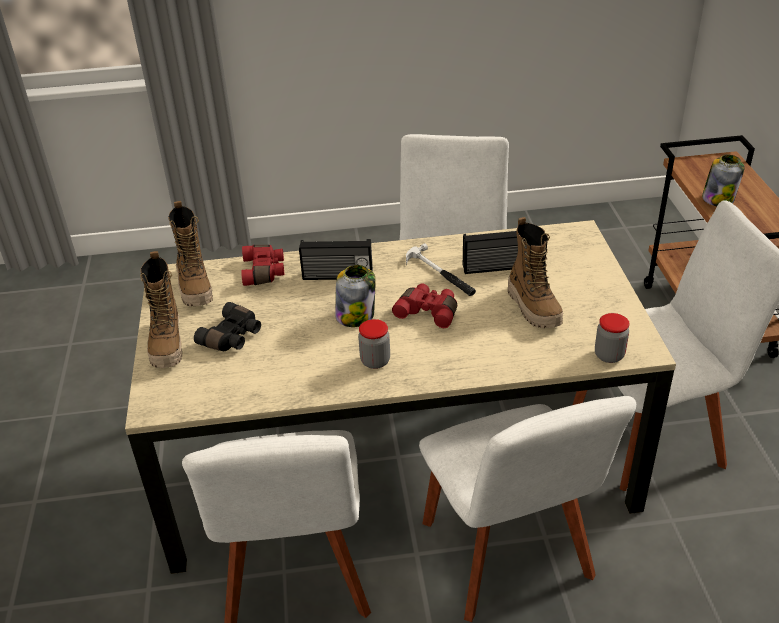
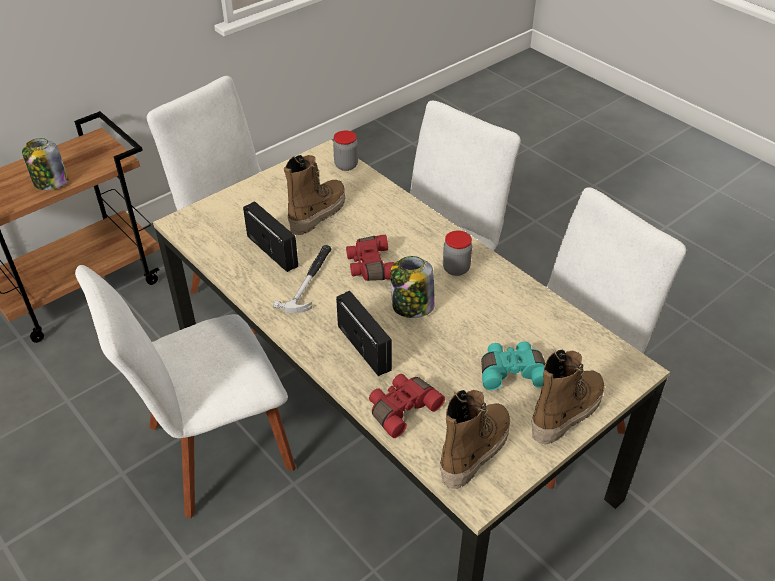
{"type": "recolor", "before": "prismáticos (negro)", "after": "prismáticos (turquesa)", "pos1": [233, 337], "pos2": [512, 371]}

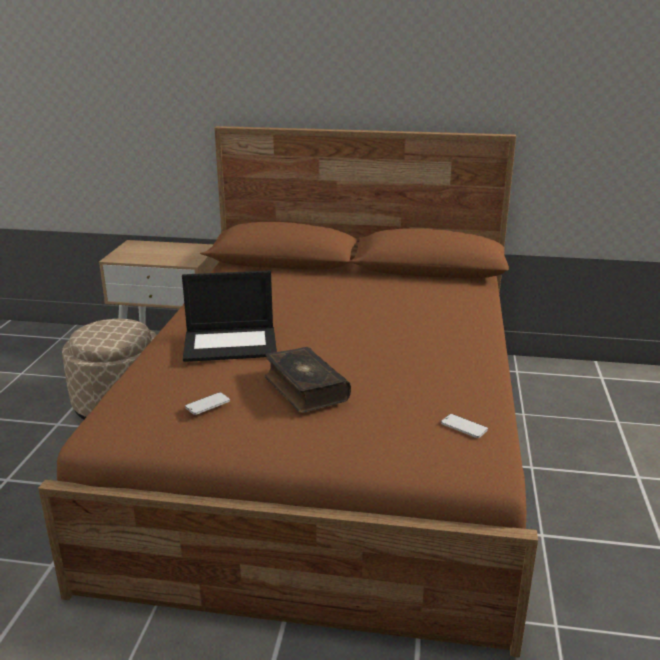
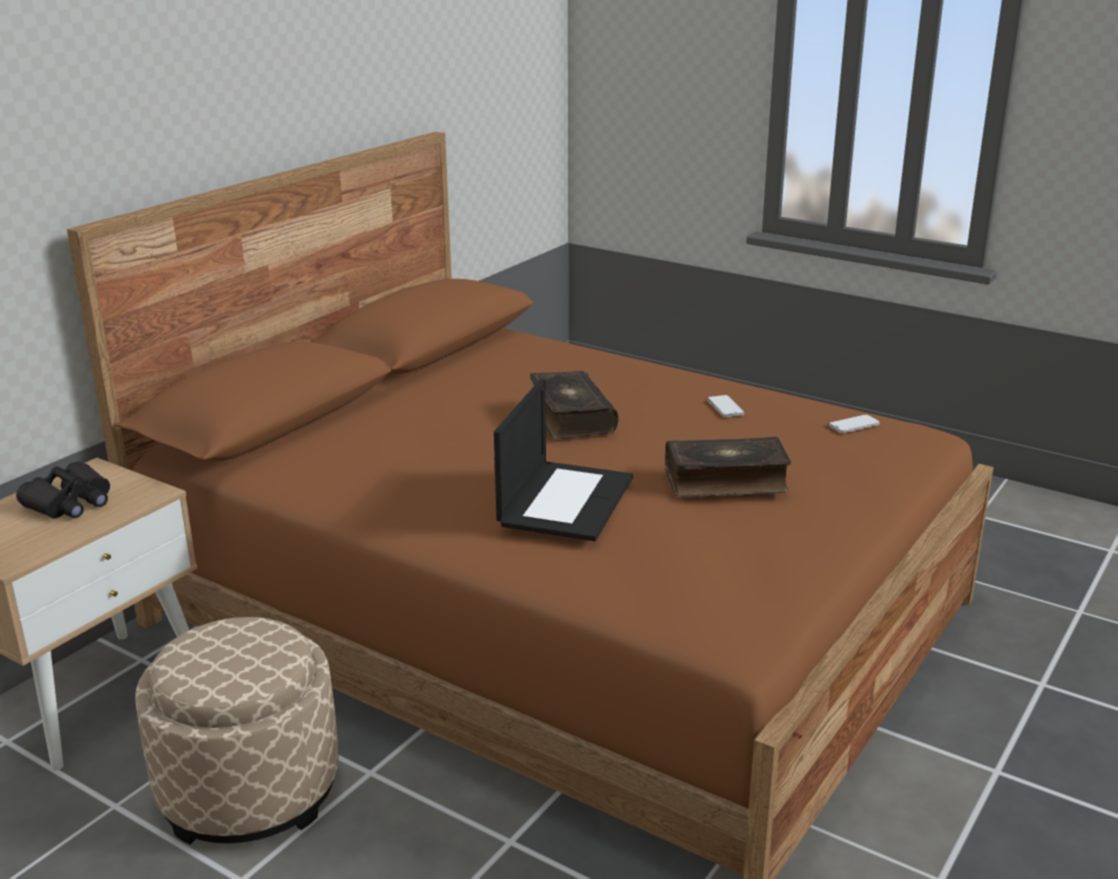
{"type": "insert", "after": "prismáticos (negro)", "pos2": [70, 503]}
{"type": "insert", "after": "libro", "pos2": [569, 417]}
{"type": "move", "before": "móvil", "pos1": [207, 405], "pos2": [725, 407]}

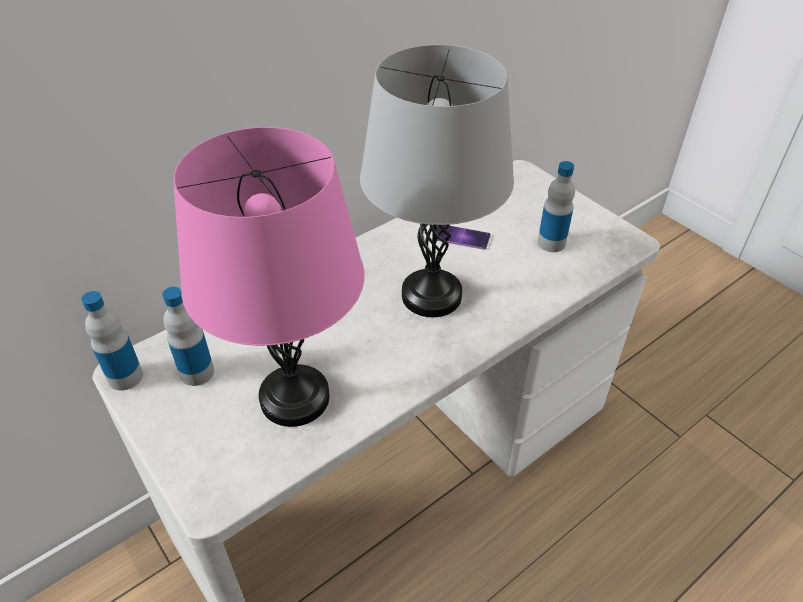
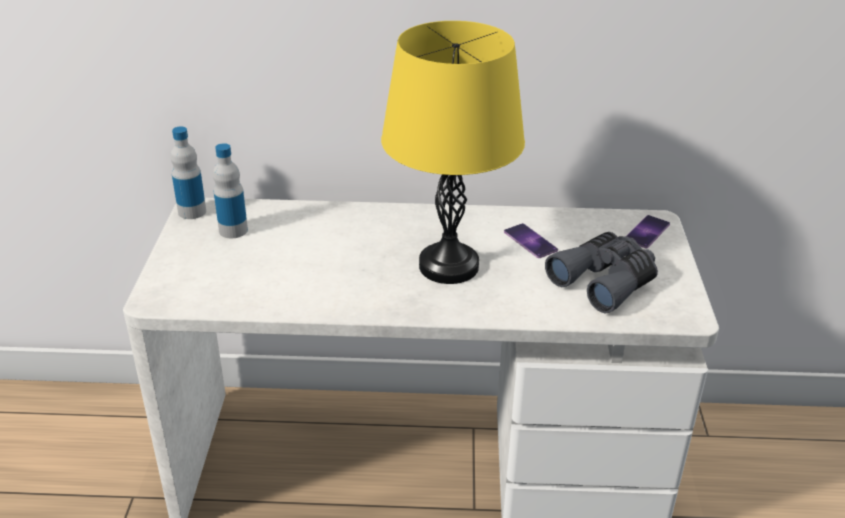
{"type": "delete", "before": "lámpara de mesa (rosa)", "pos1": [295, 398]}
{"type": "insert", "after": "móvil", "pos2": [647, 232]}
{"type": "replace", "before": "botella", "after": "prismáticos (gris)", "pos1": [551, 243], "pos2": [605, 281]}
{"type": "recolor", "before": "lámpara de mesa (gris)", "after": "lámpara de mesa (amarillo)", "pos1": [431, 296], "pos2": [448, 266]}

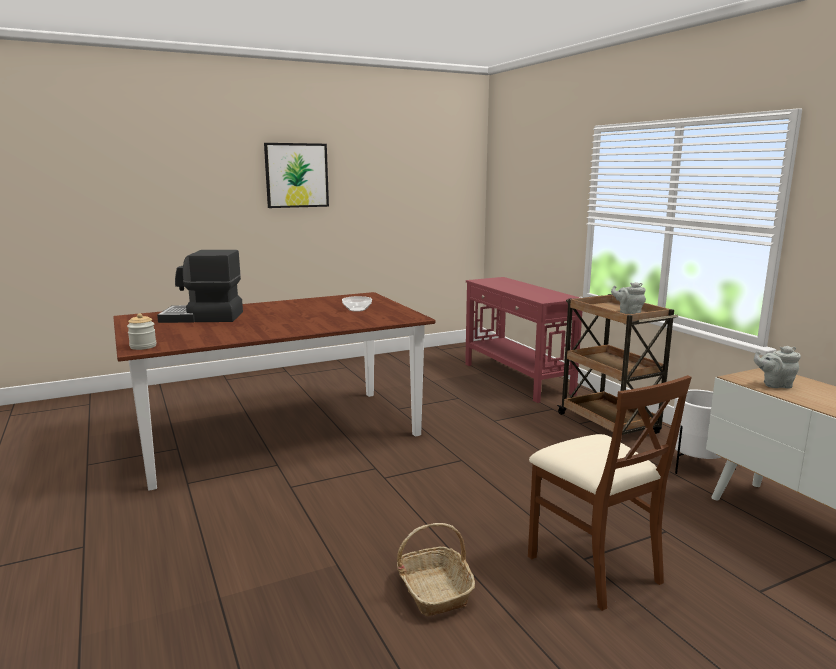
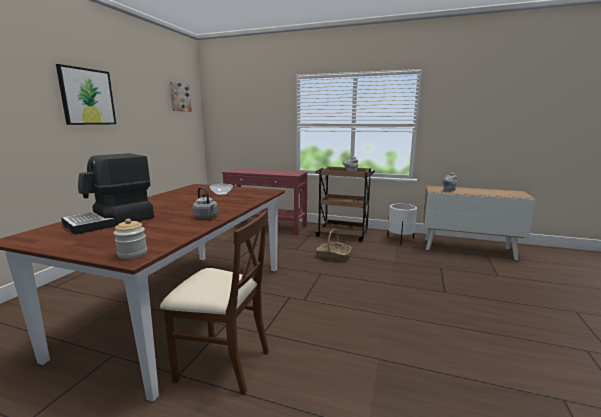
{"type": "insert", "after": "cuadro", "pos2": [179, 97]}
{"type": "insert", "after": "hervidor (gris)", "pos2": [206, 217]}
{"type": "move", "before": "cesta", "pos1": [434, 590], "pos2": [333, 256]}
{"type": "move", "before": "silla (marrón)", "pos1": [593, 567], "pos2": [223, 364]}

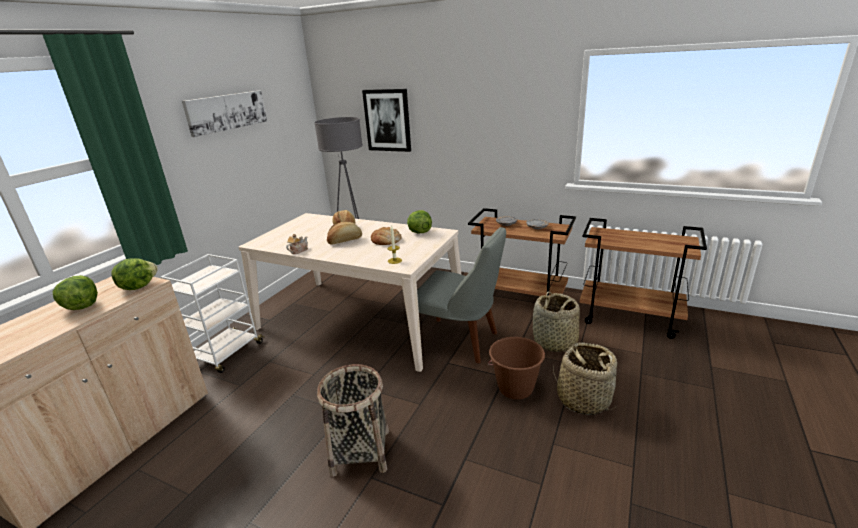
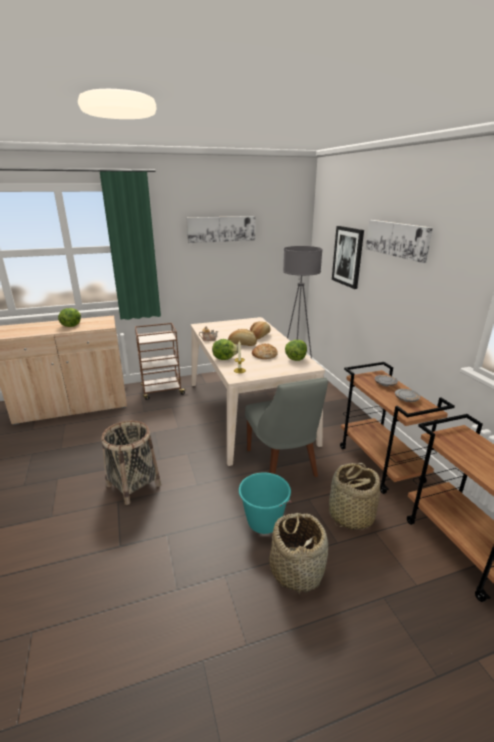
{"type": "insert", "after": "cuadro", "pos2": [397, 239]}
{"type": "move", "before": "lechuga", "pos1": [138, 286], "pos2": [224, 358]}
{"type": "recolor", "before": "carrito (blanco)", "after": "carrito (marrón)", "pos1": [226, 354], "pos2": [162, 391]}
{"type": "recolor", "before": "cubo (marrón)", "after": "cubo (turquesa)", "pos1": [515, 389], "pos2": [263, 522]}

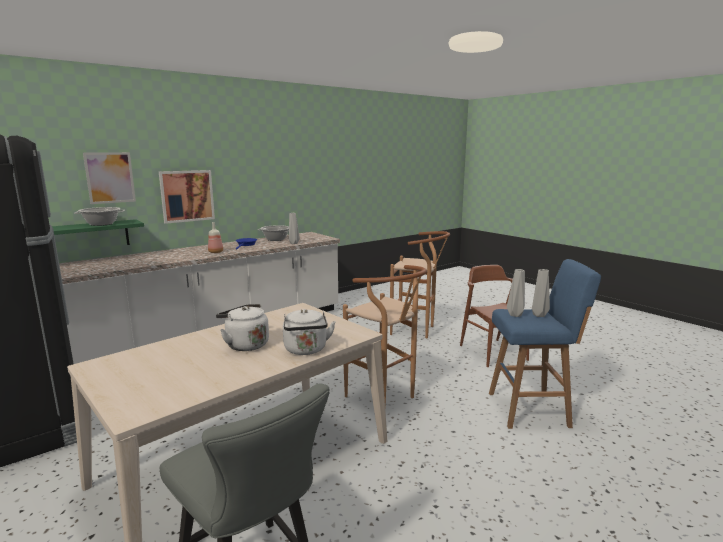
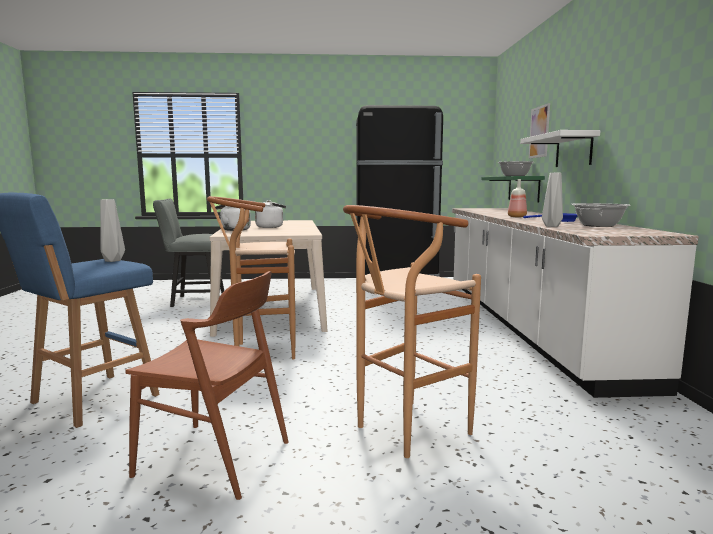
{"type": "delete", "before": "florero (gris)", "pos1": [538, 315]}
{"type": "replace", "before": "cuadro", "after": "estante (blanco)", "pos1": [187, 196], "pos2": [573, 150]}

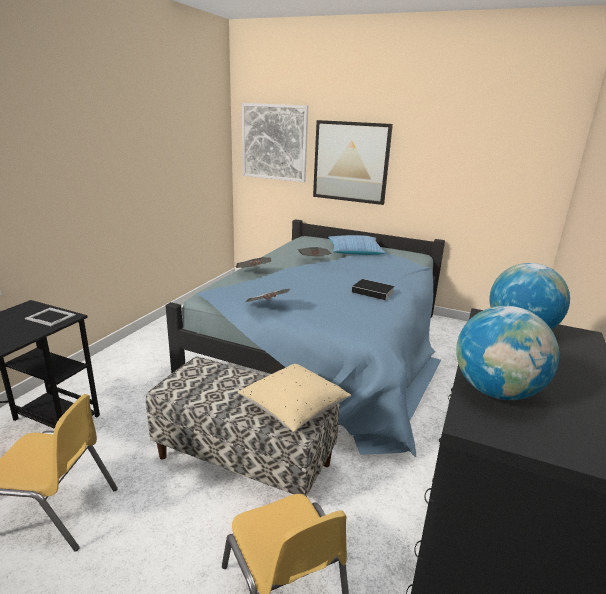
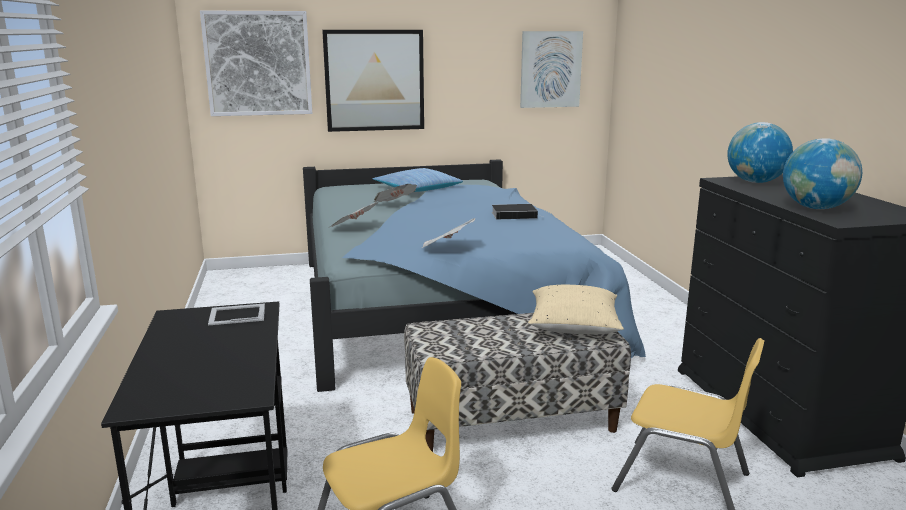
{"type": "insert", "after": "cuadro", "pos2": [550, 69]}

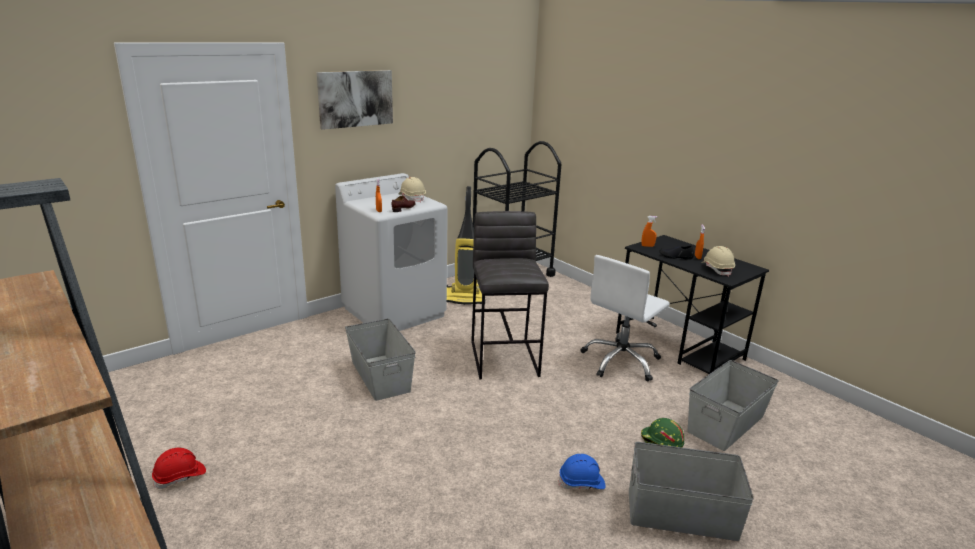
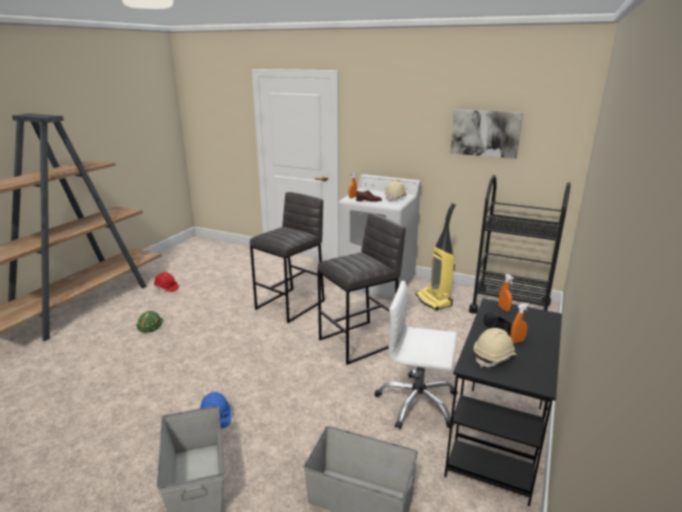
{"type": "move", "before": "cuadro", "pos1": [355, 98], "pos2": [485, 133]}
{"type": "move", "before": "casco (verde)", "pos1": [661, 441], "pos2": [150, 325]}
{"type": "replace", "before": "caja de almacenaje (gris)", "after": "taburete (gris)", "pos1": [381, 376], "pos2": [291, 304]}

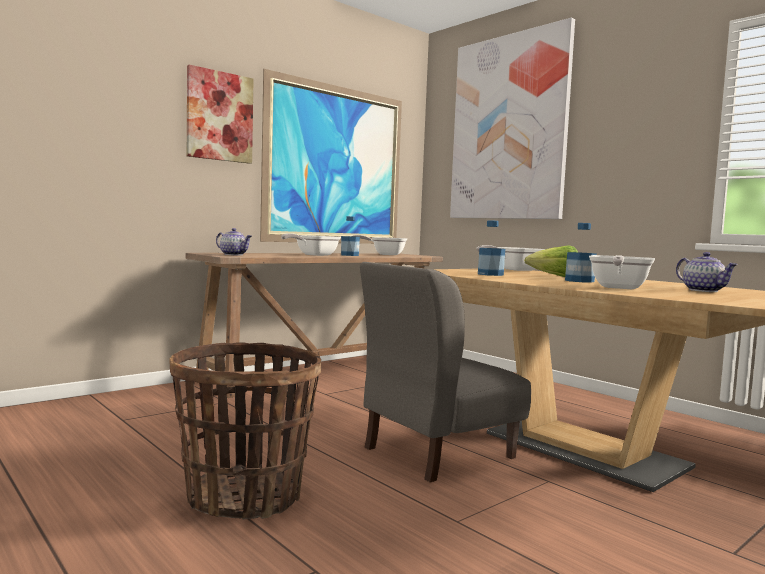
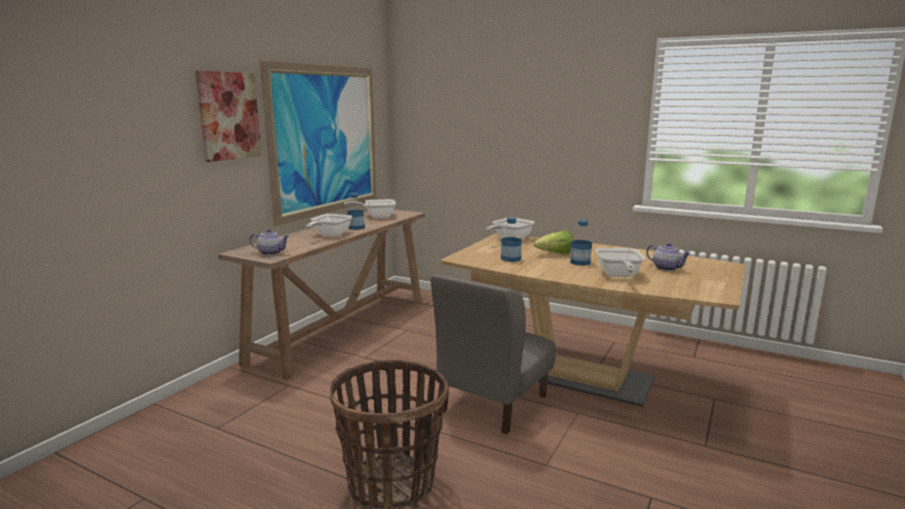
{"type": "delete", "before": "cuadro", "pos1": [508, 128]}

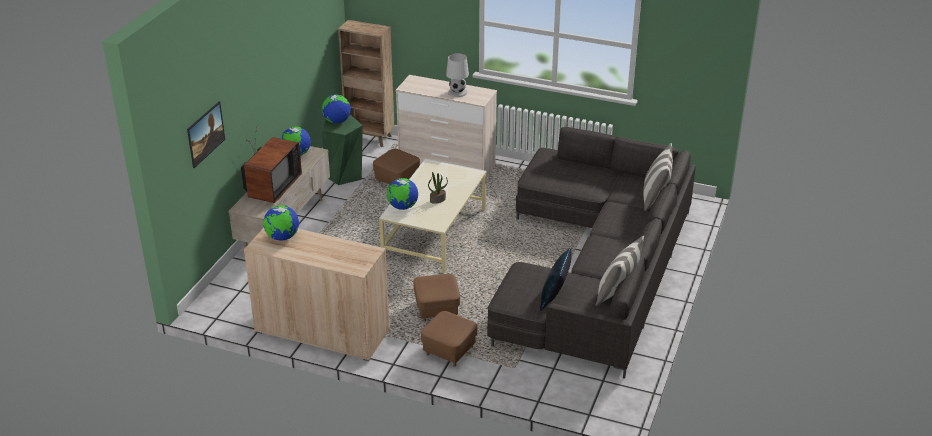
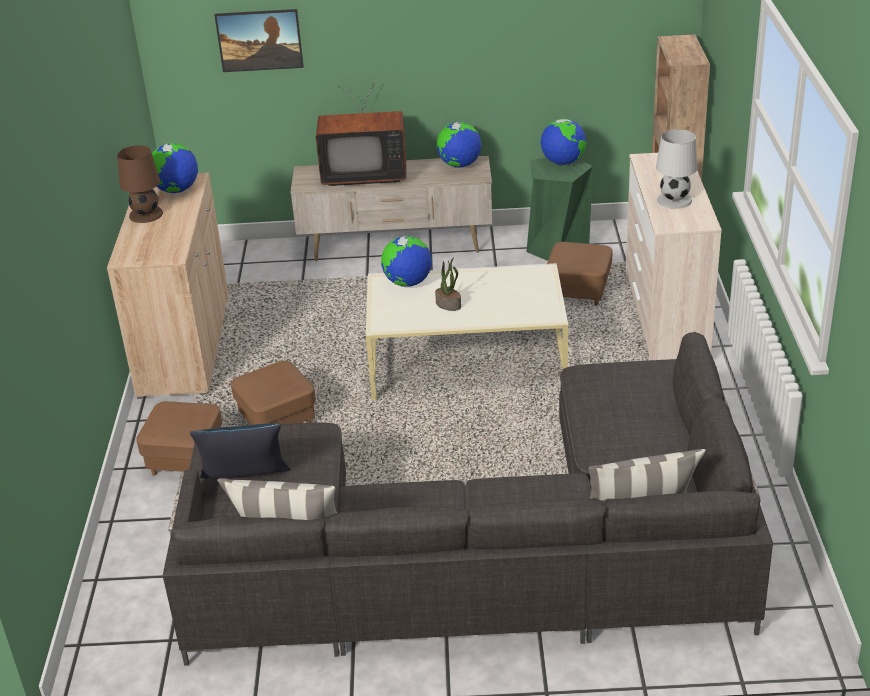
{"type": "insert", "after": "lámpara de mesa (marrón)", "pos2": [145, 214]}

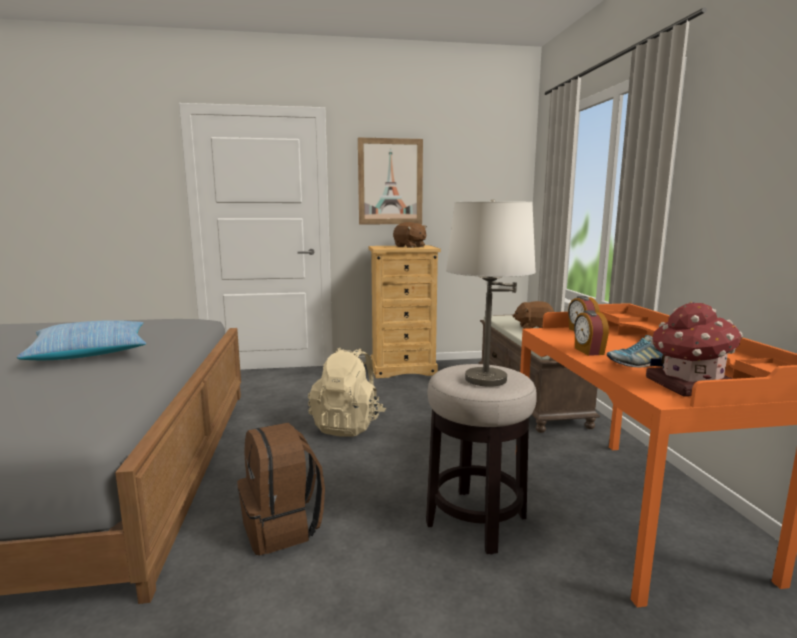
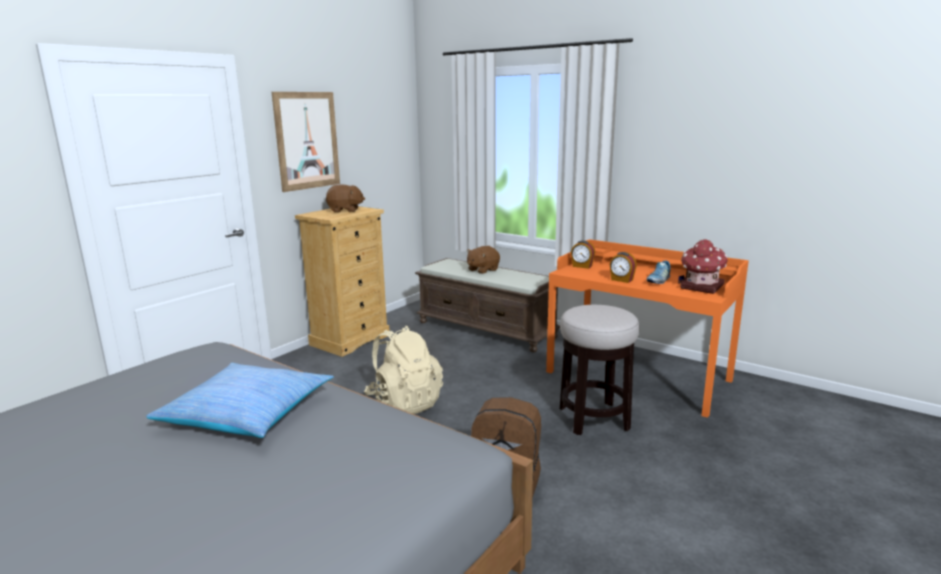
{"type": "delete", "before": "lámpara de mesa (blanco)", "pos1": [485, 379]}

